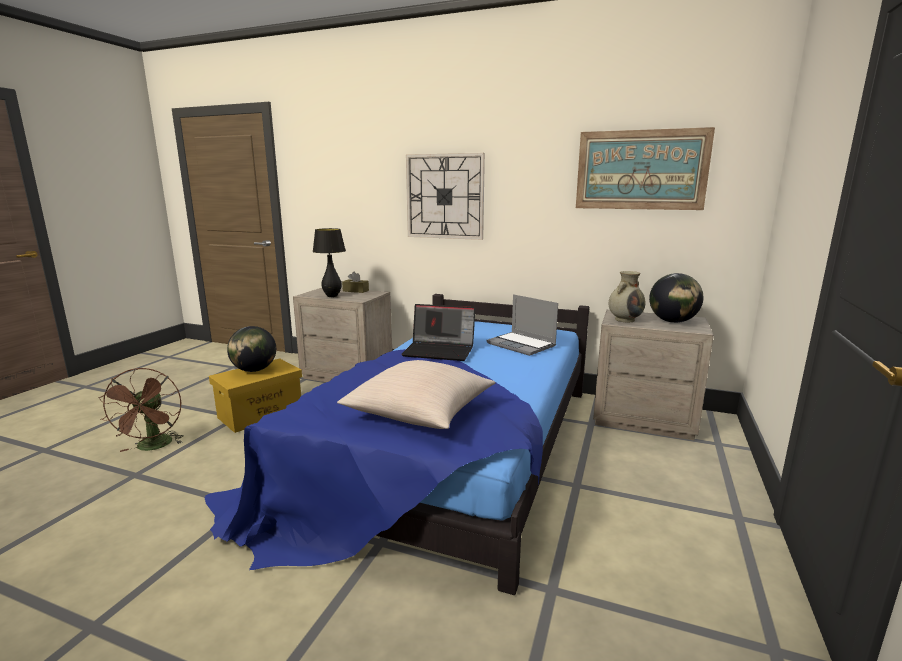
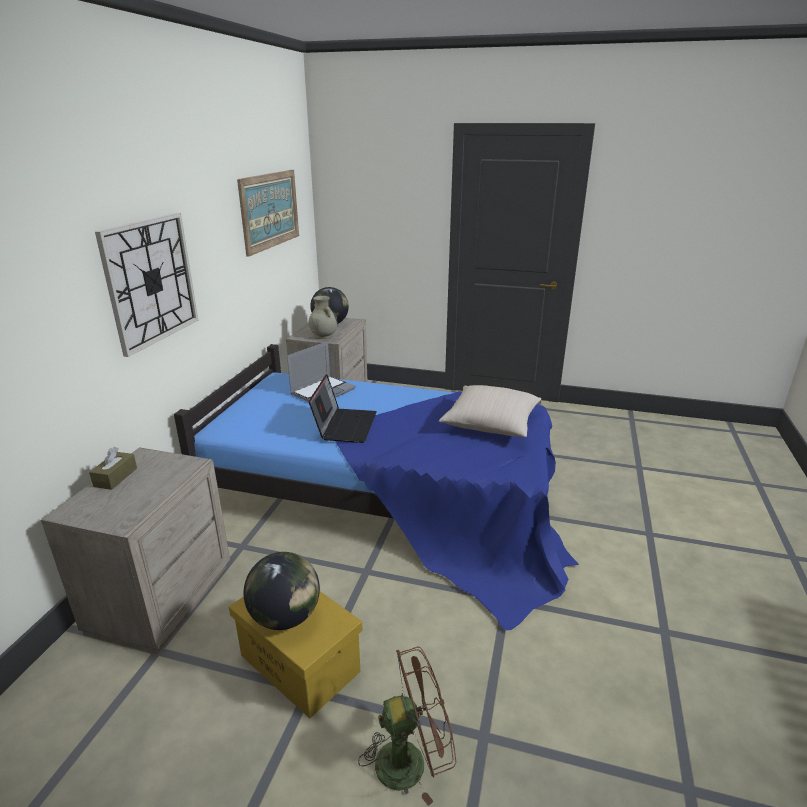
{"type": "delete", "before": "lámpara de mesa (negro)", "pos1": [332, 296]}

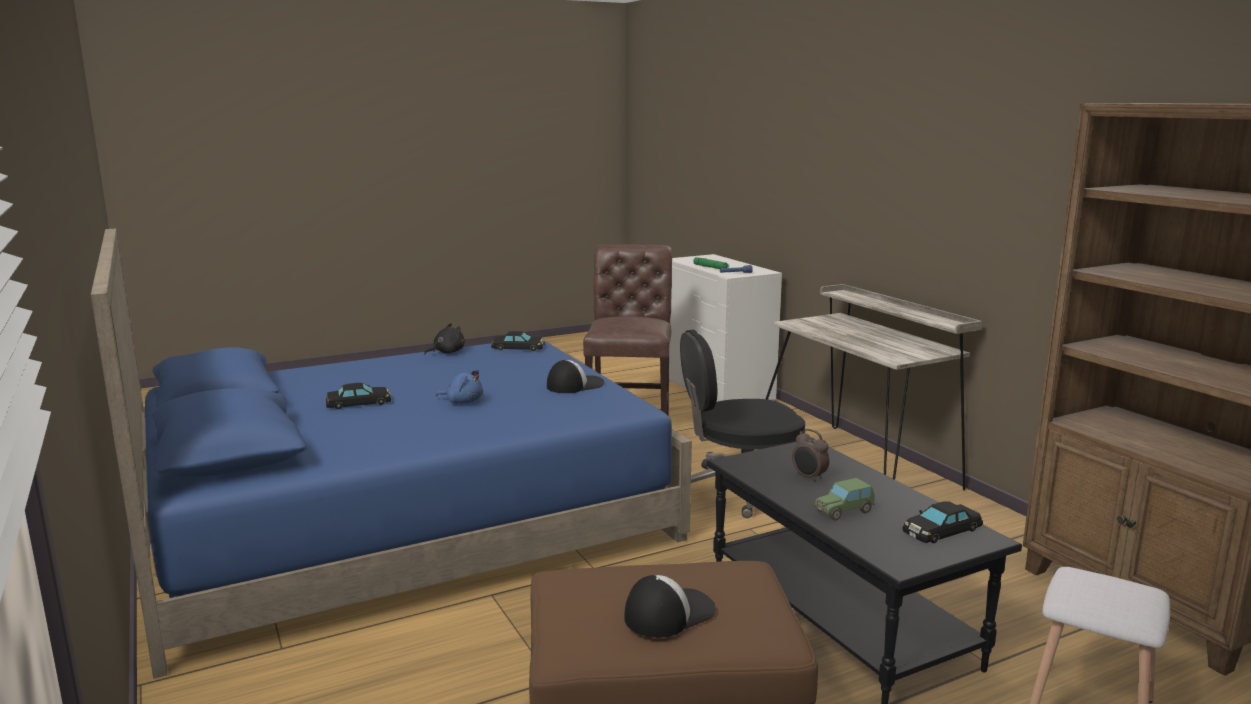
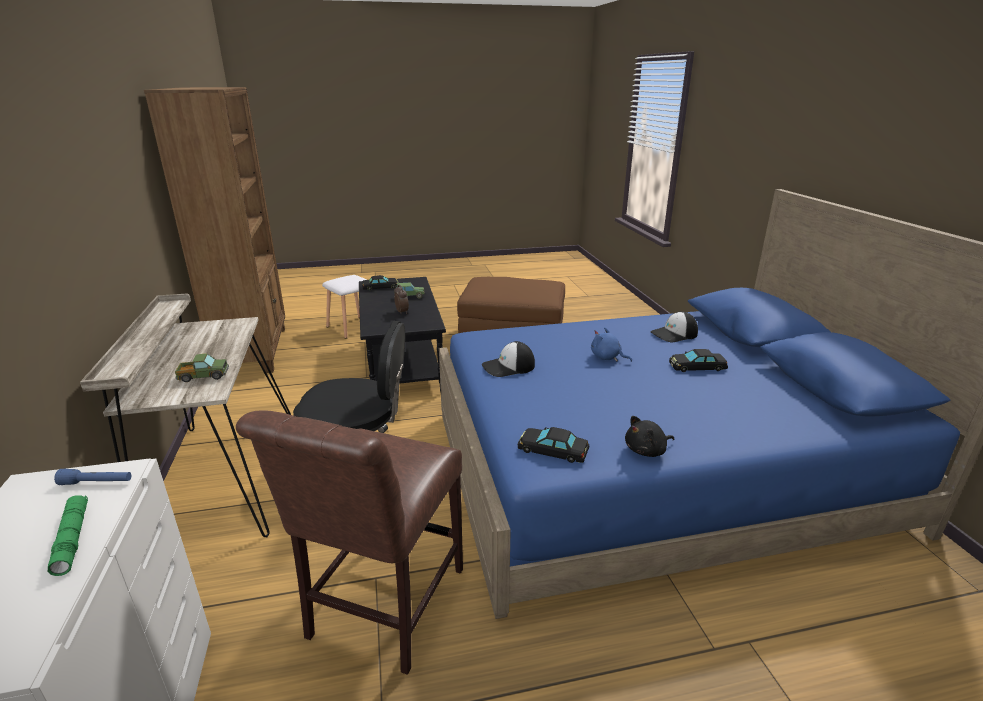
{"type": "insert", "after": "camión de juguete", "pos2": [203, 376]}
{"type": "move", "before": "gorra", "pos1": [668, 613], "pos2": [674, 334]}

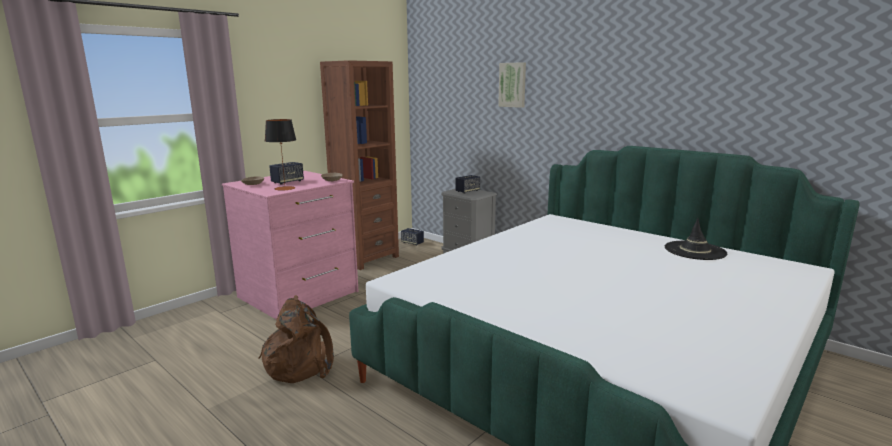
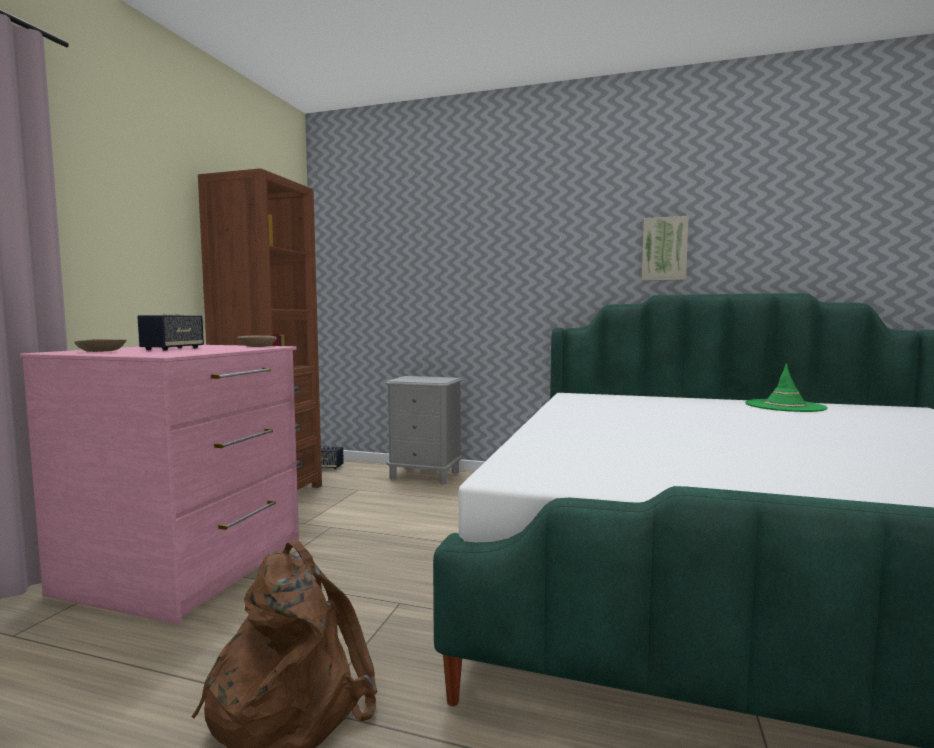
{"type": "delete", "before": "lámpara de mesa", "pos1": [285, 188]}
{"type": "delete", "before": "altavoz", "pos1": [467, 191]}
{"type": "move", "before": "cuadro", "pos1": [513, 85], "pos2": [664, 249]}
{"type": "recolor", "before": "sombrero (negro)", "after": "sombrero (verde)", "pos1": [695, 251], "pos2": [785, 406]}

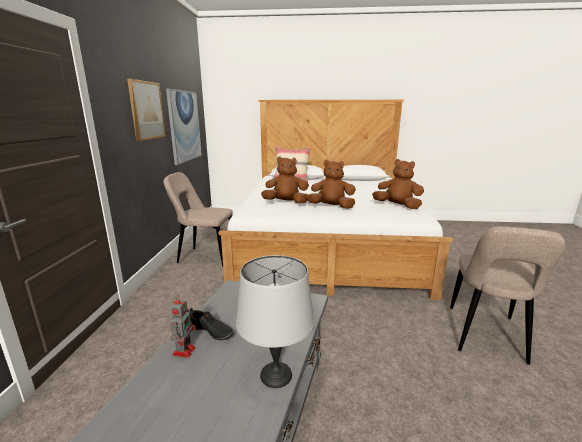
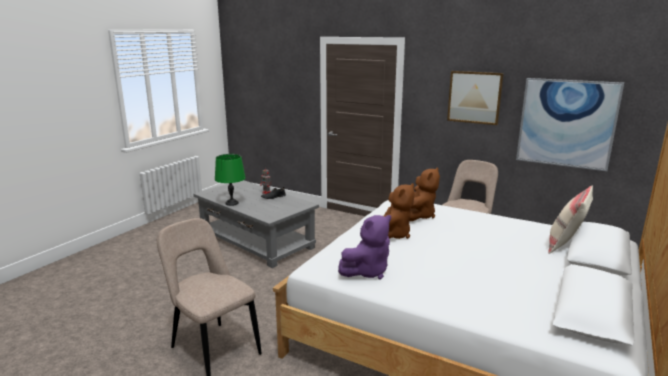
{"type": "recolor", "before": "lámpara de mesa (gris)", "after": "lámpara de mesa (verde)", "pos1": [276, 375], "pos2": [231, 203]}
{"type": "recolor", "before": "peluche (marrón)", "after": "peluche (morado)", "pos1": [397, 206], "pos2": [367, 272]}

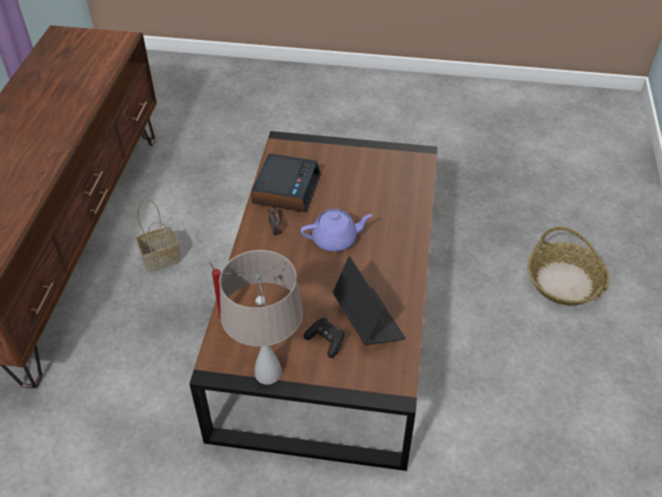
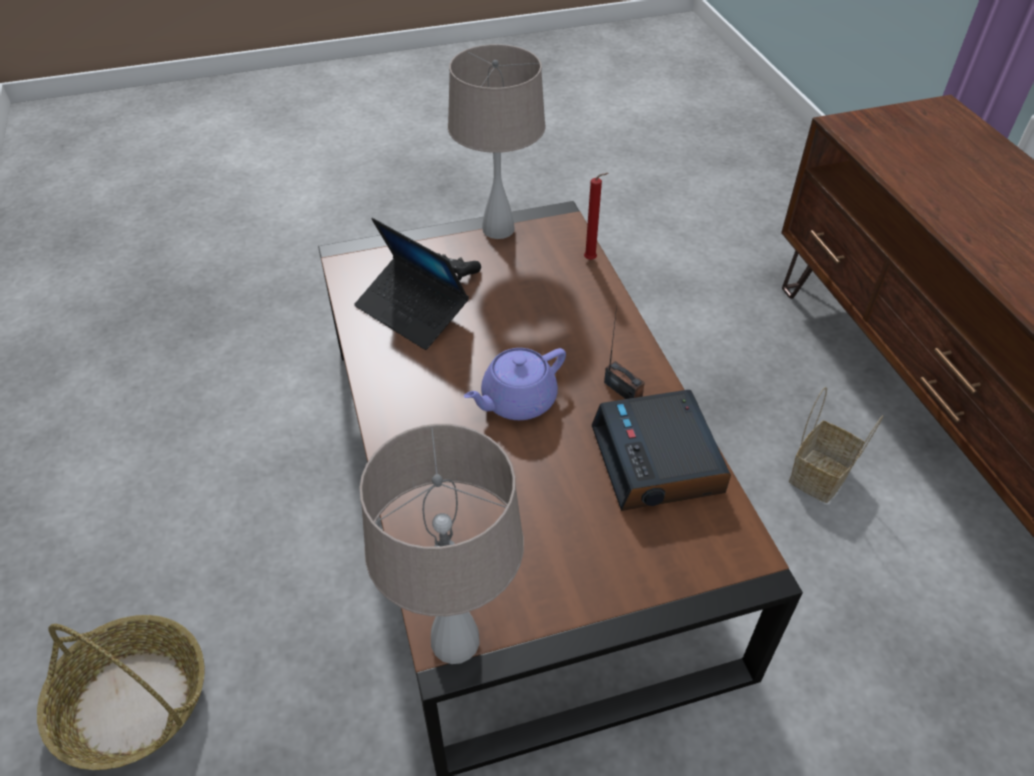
{"type": "insert", "after": "lámpara de mesa (beis)", "pos2": [454, 640]}

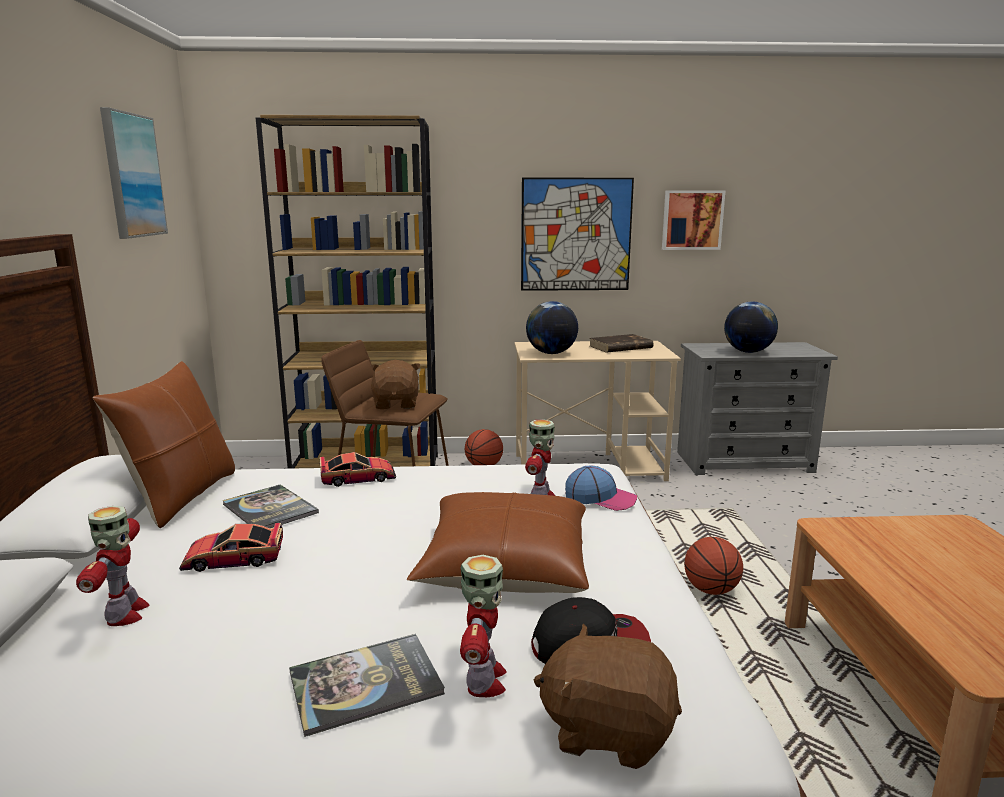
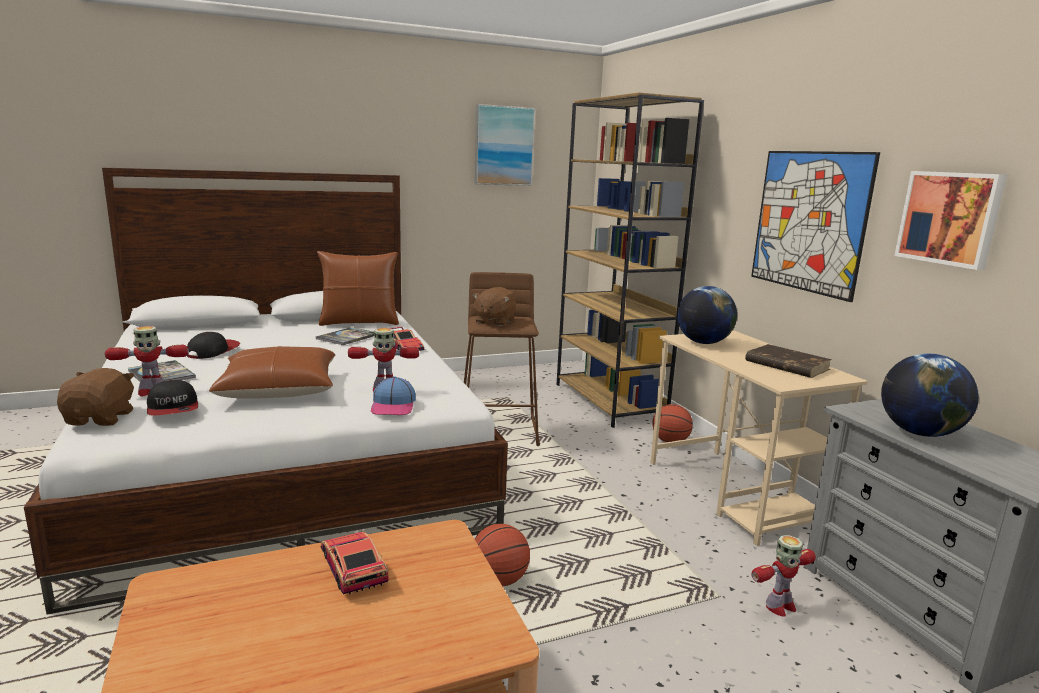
{"type": "insert", "after": "gorra", "pos2": [213, 351]}
{"type": "move", "before": "robot de juguete", "pos1": [125, 614], "pos2": [779, 606]}
{"type": "move", "before": "coche de juguete", "pos1": [233, 558], "pos2": [353, 567]}
{"type": "rotate", "before": "peluche (marrón)", "pos1": [396, 404], "pos2": [494, 321], "turn": 135}

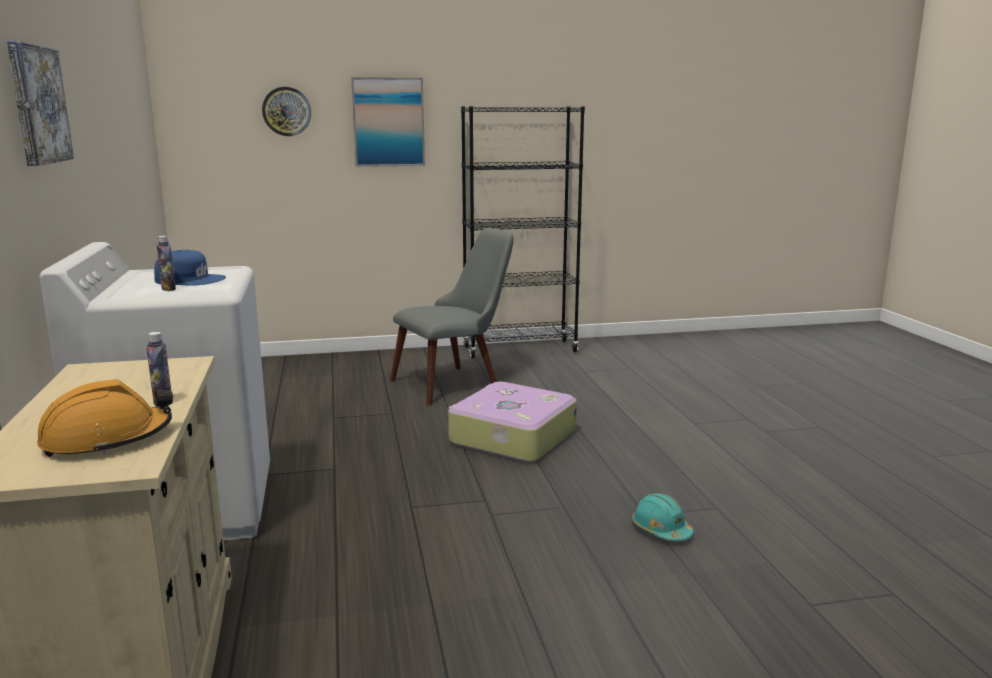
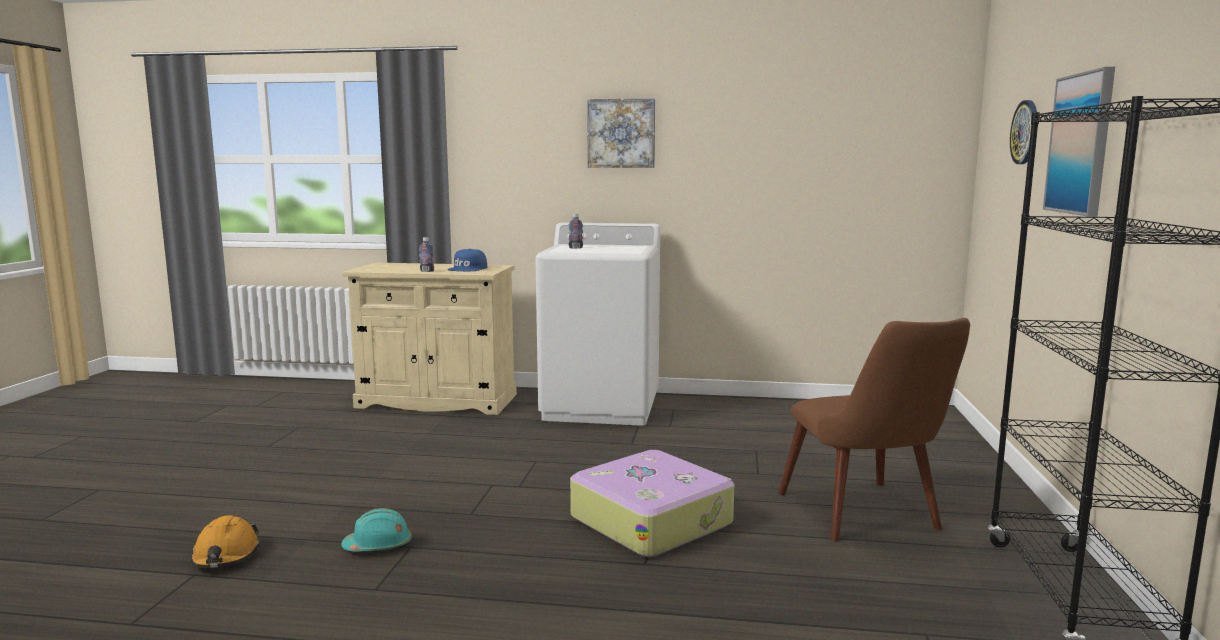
{"type": "move", "before": "casco (naranja)", "pos1": [107, 439], "pos2": [226, 556]}
{"type": "move", "before": "gorra (azul)", "pos1": [190, 279], "pos2": [468, 269]}
{"type": "recolor", "before": "silla (gris)", "after": "silla (marrón)", "pos1": [456, 382], "pos2": [869, 518]}

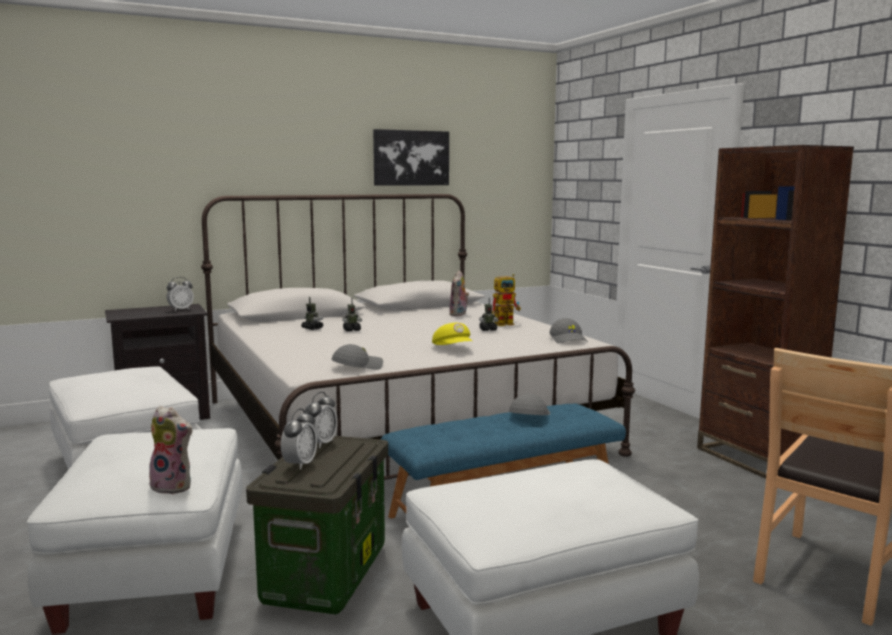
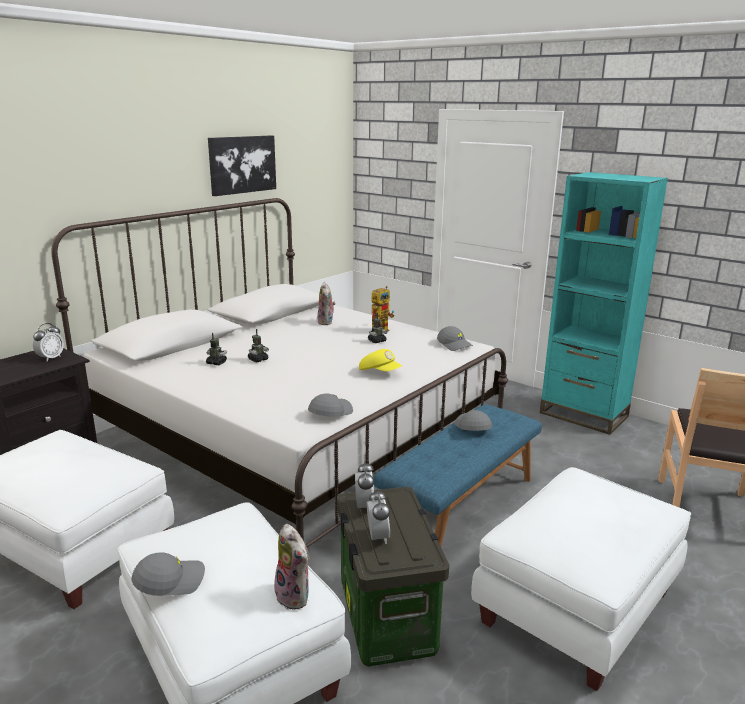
{"type": "insert", "after": "gorra (gris)", "pos2": [170, 581]}
{"type": "recolor", "before": "estantería (marrón)", "after": "estantería (turquesa)", "pos1": [756, 458], "pos2": [583, 415]}
{"type": "rotate", "before": "peluche", "pos1": [174, 486], "pos2": [295, 596], "turn": 60}

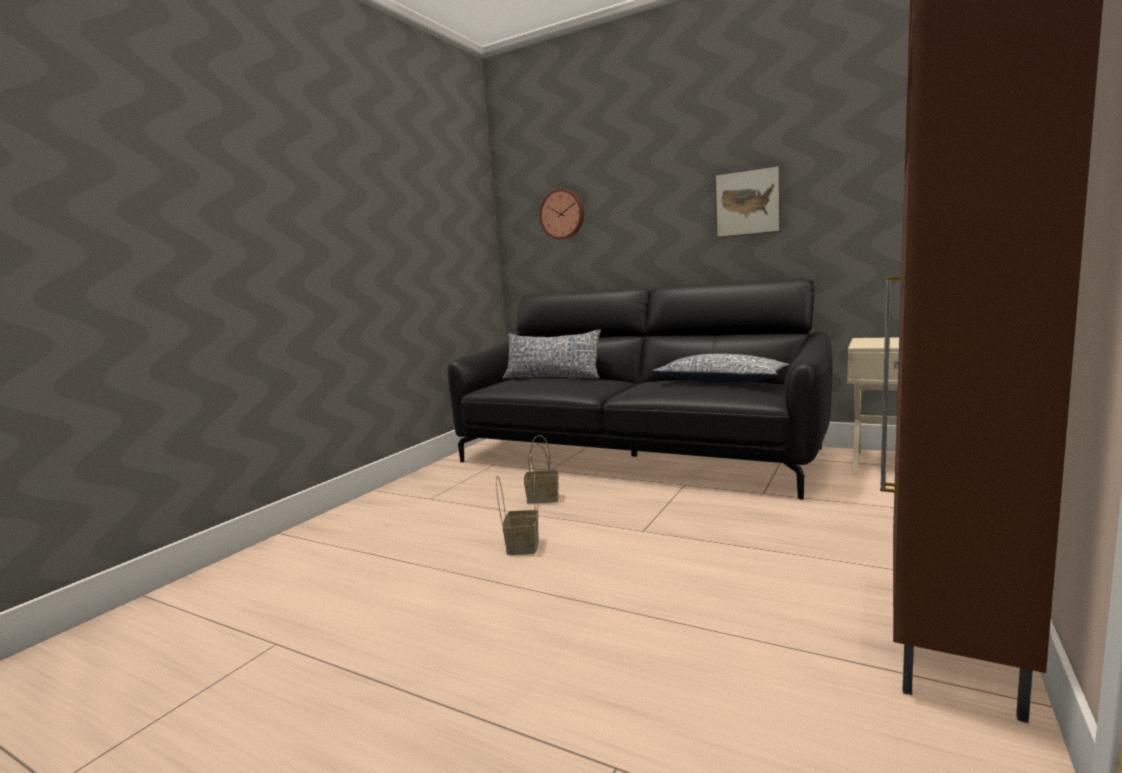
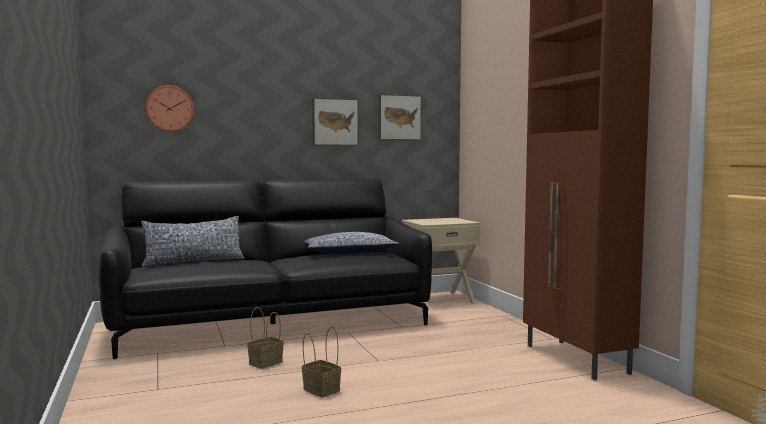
{"type": "insert", "after": "cuadro", "pos2": [399, 117]}

